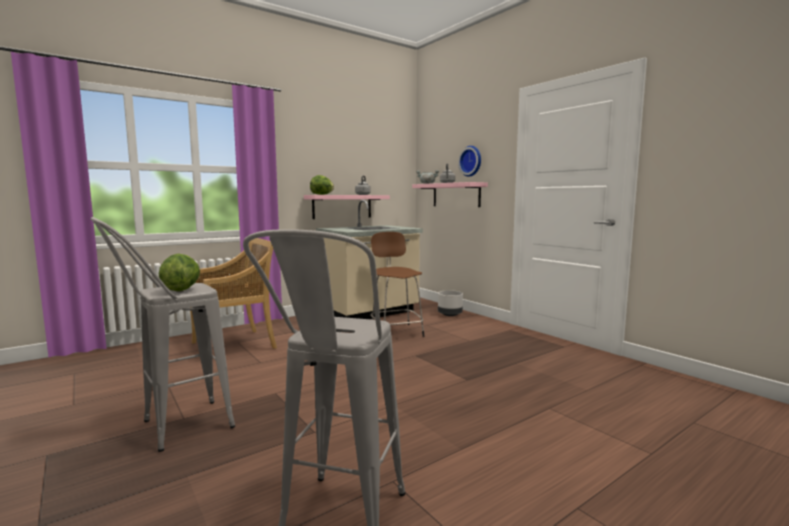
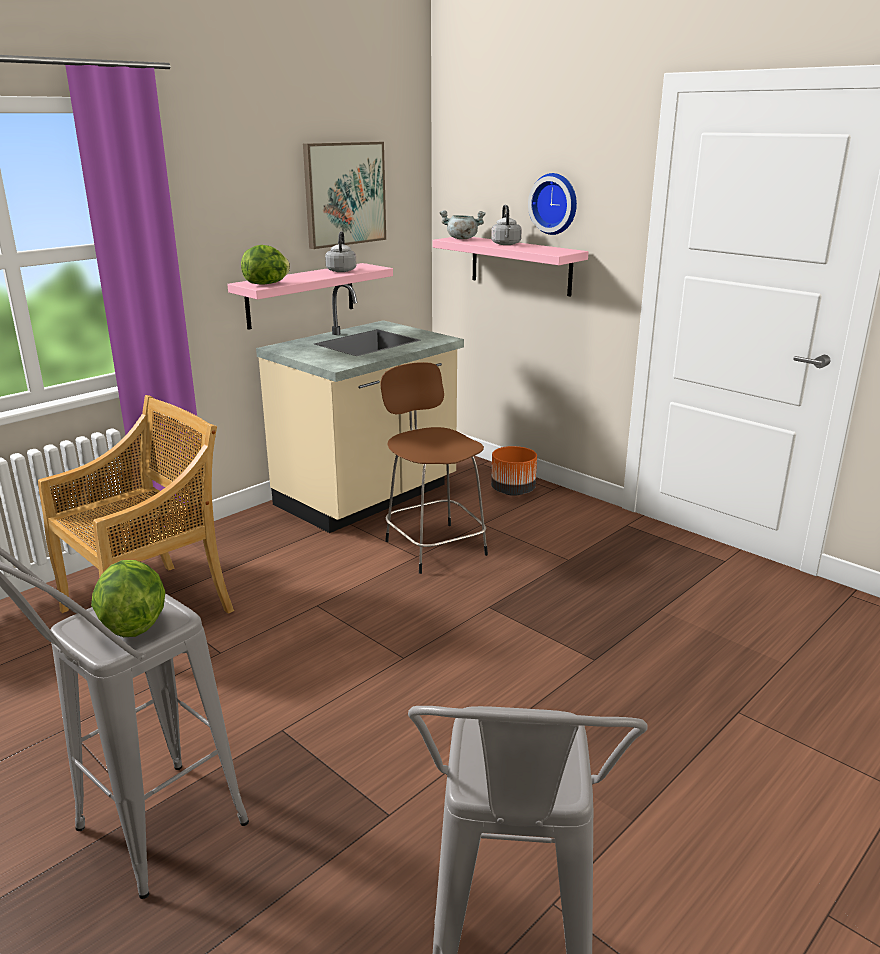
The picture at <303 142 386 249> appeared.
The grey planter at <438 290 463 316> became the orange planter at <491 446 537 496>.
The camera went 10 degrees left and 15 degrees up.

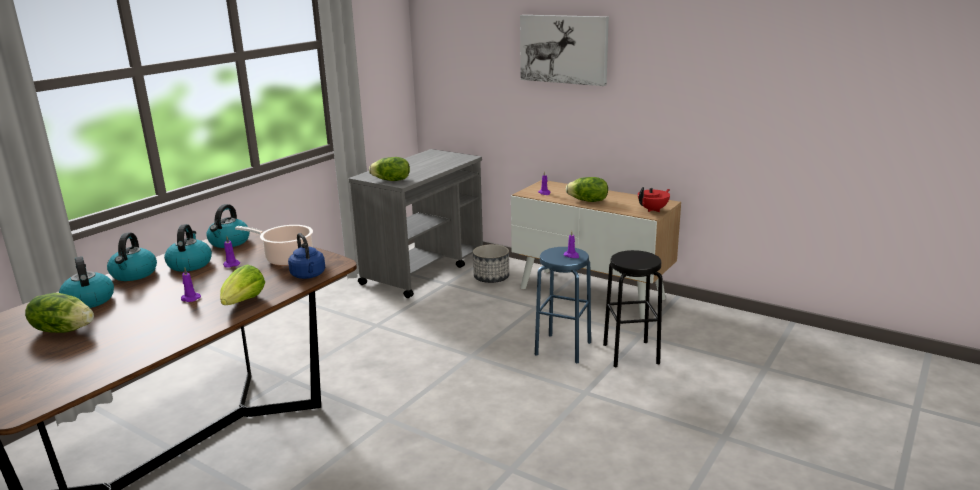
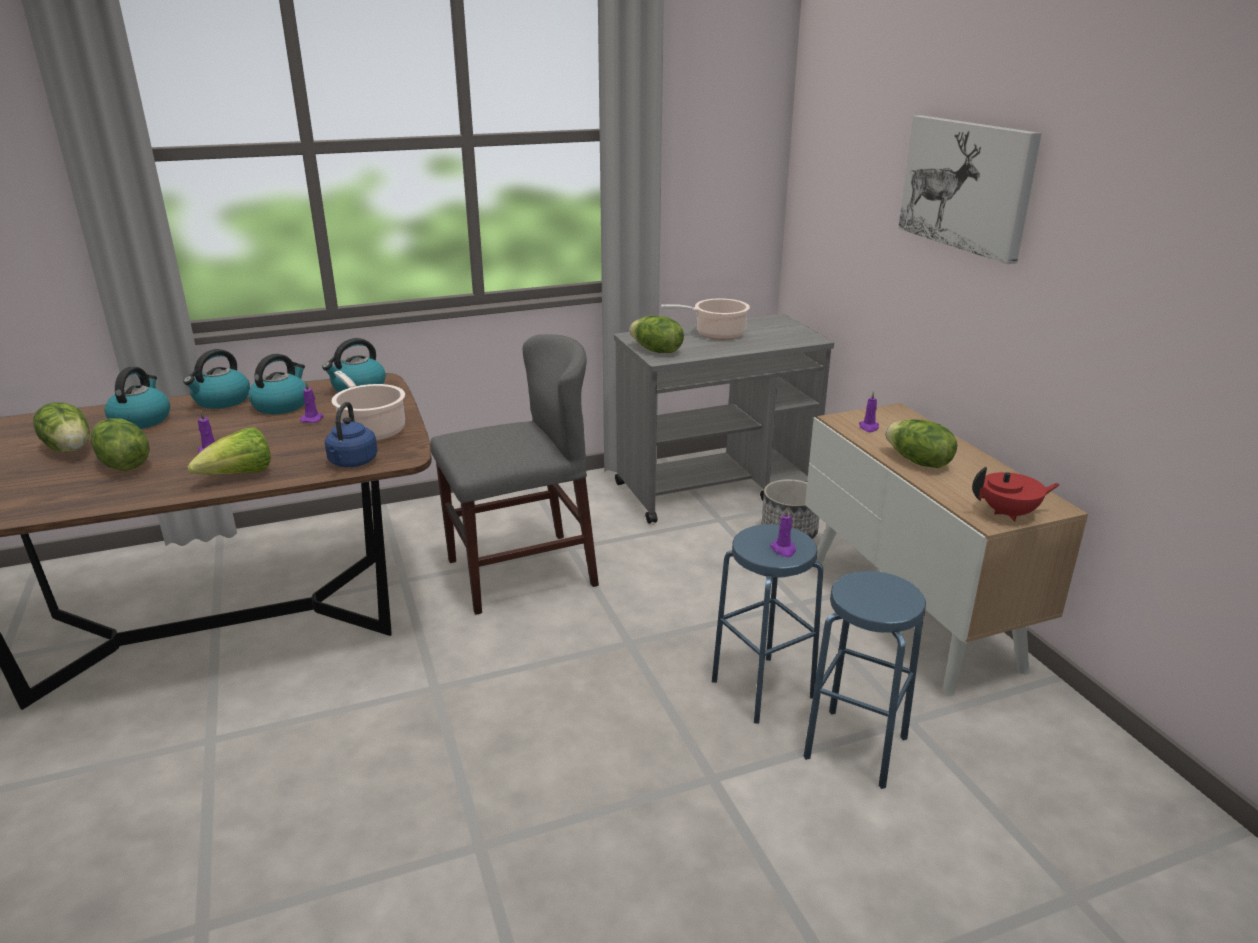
The lettuce at <91 418 150 471> appeared.
The grey chair at <430 334 599 615> appeared.
The cooking pot at <661 298 750 340> appeared.
The black-coloured stool at <603 250 662 368> became the blue stool at <804 571 926 789>.
The camera went 35 degrees right and 5 degrees up.

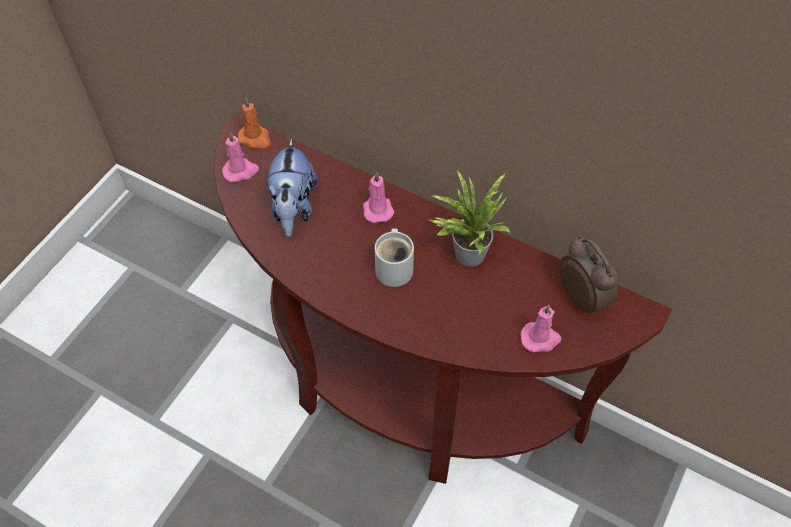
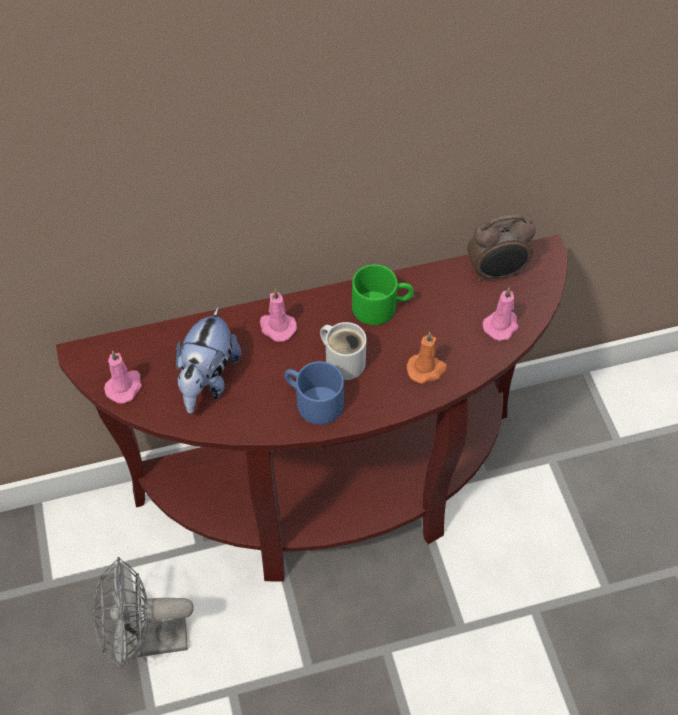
The grey cooling fan at <93 557 194 669> appeared.
The cuddly toy at <266 138 318 237> turned 60 degrees clockwise.
The blue coffee mug at <284 361 344 425> appeared.
The plant in a pot at <430 170 511 267> was replaced by the greenish coffee mug at <352 264 414 325>.
The orange wax candle moved from <238 98 271 148> to <406 332 447 384>.
The alarm clock at <560 234 619 315> turned 150 degrees clockwise.
The camera went 45 degrees left and 0 degrees up.

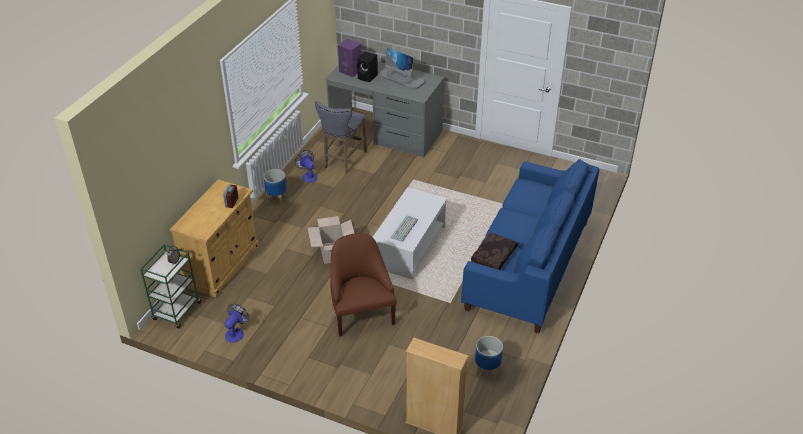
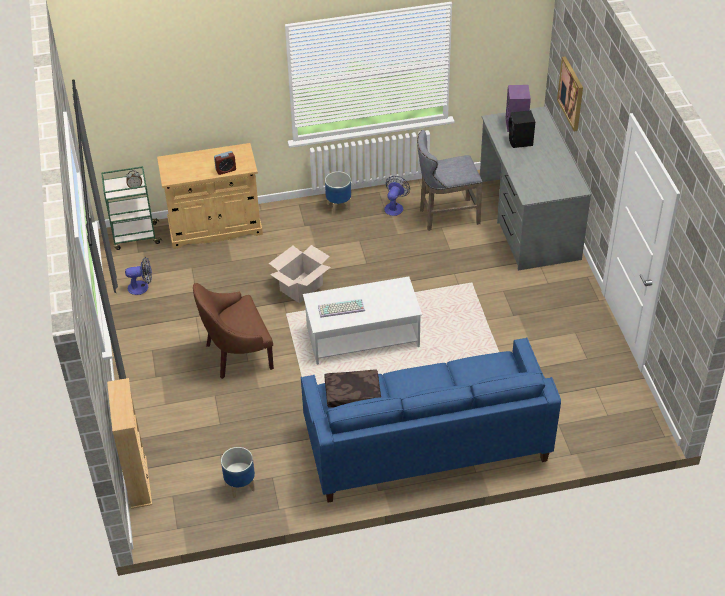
The brown lounge chair at <330 233 397 337> turned 150 degrees counterclockwise.
The picture at <557 56 583 131> appeared.
The monitor at <379 48 424 90> disappeared.
The camera went 55 degrees right and 5 degrees up.

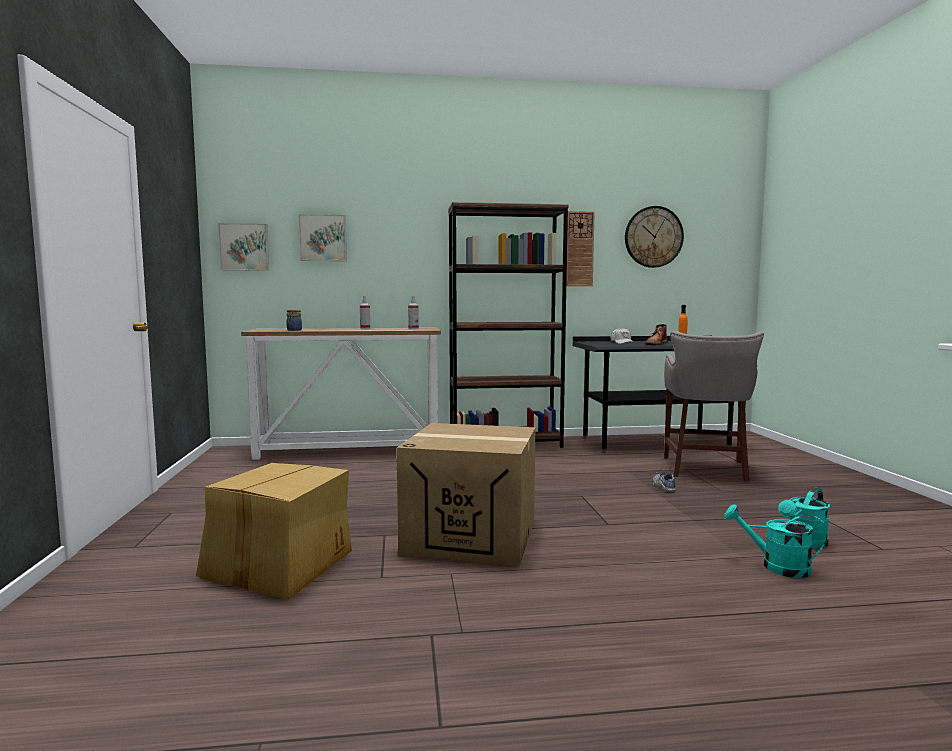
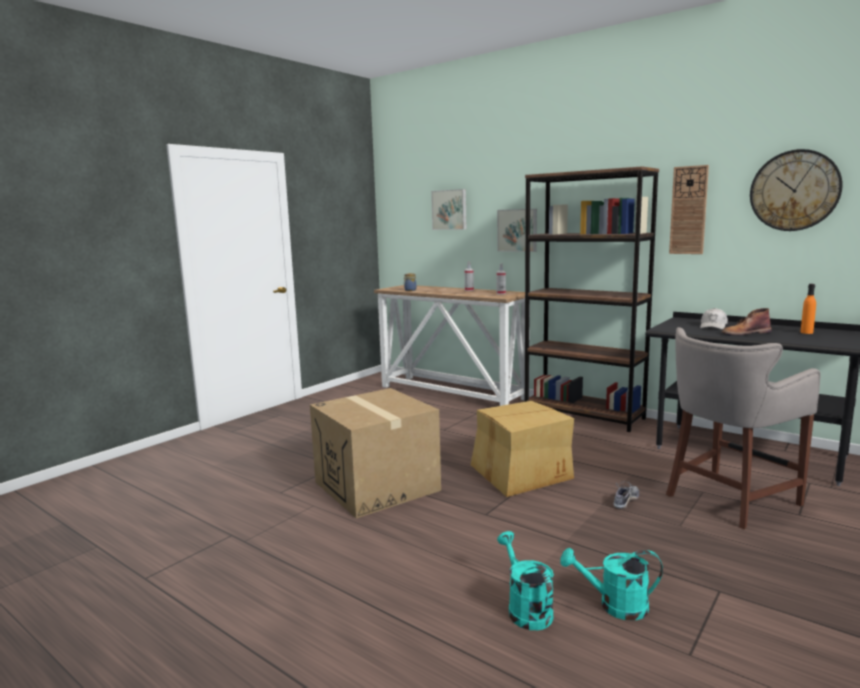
The cardboard box moved from <196 463 352 600> to <471 401 574 497>.
The picture moved from <218 223 269 271> to <497 209 537 252>.
The camera went 45 degrees right and 5 degrees up.

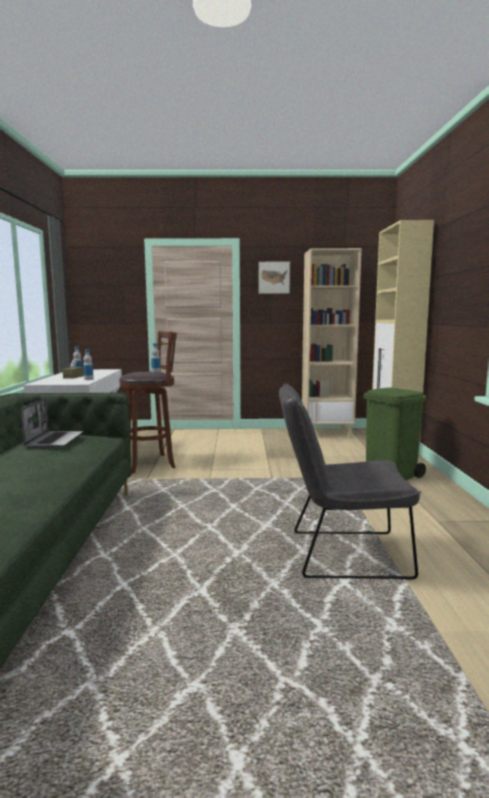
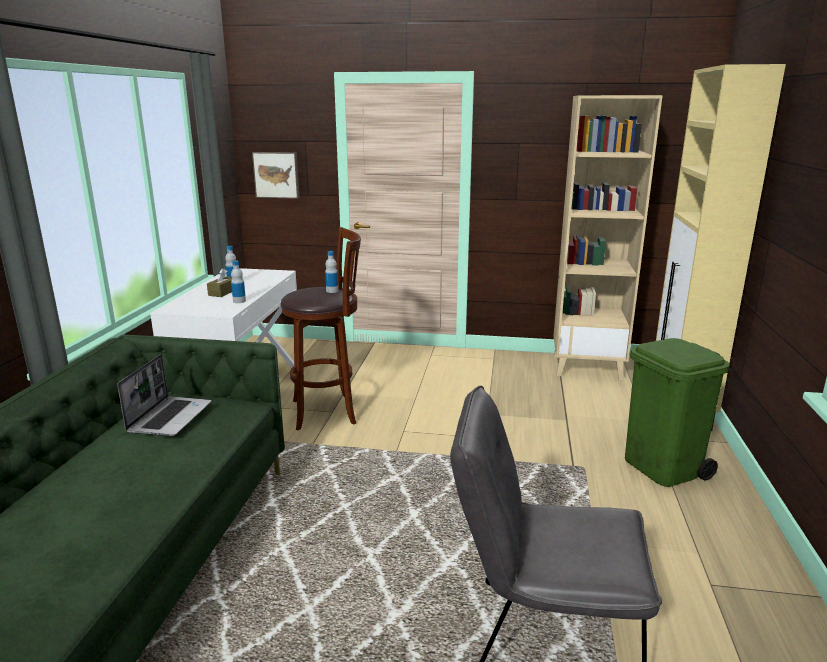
The picture moved from <258 261 290 294> to <252 152 300 199>.
The camera went 10 degrees right and 10 degrees up.

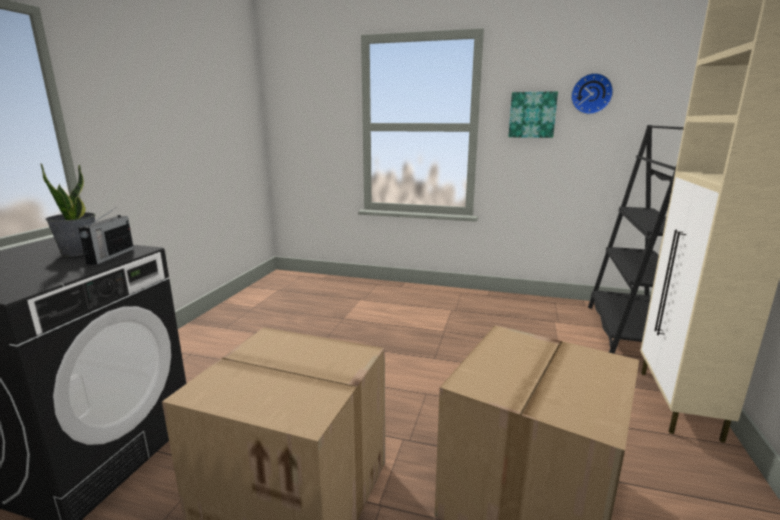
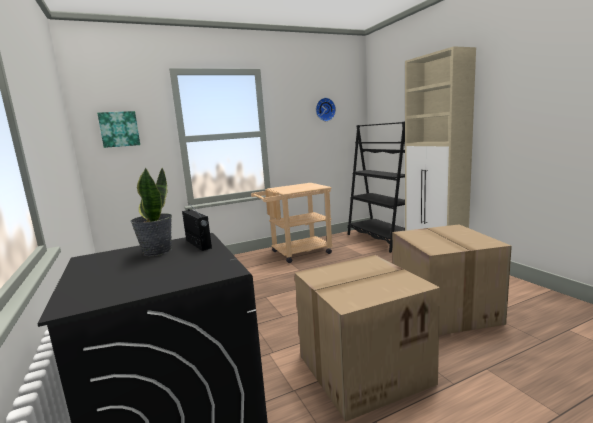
The picture moved from <508 91 558 138> to <97 111 140 148>.
The beige-coloured trolley at <251 183 333 263> appeared.
The camera went 40 degrees left and 5 degrees down.

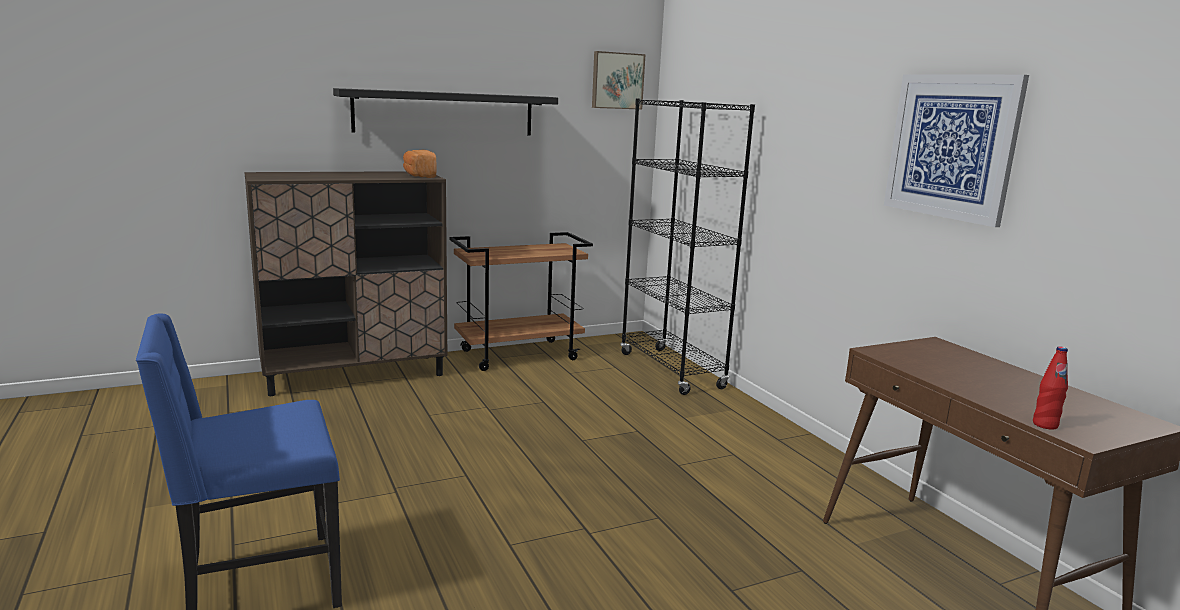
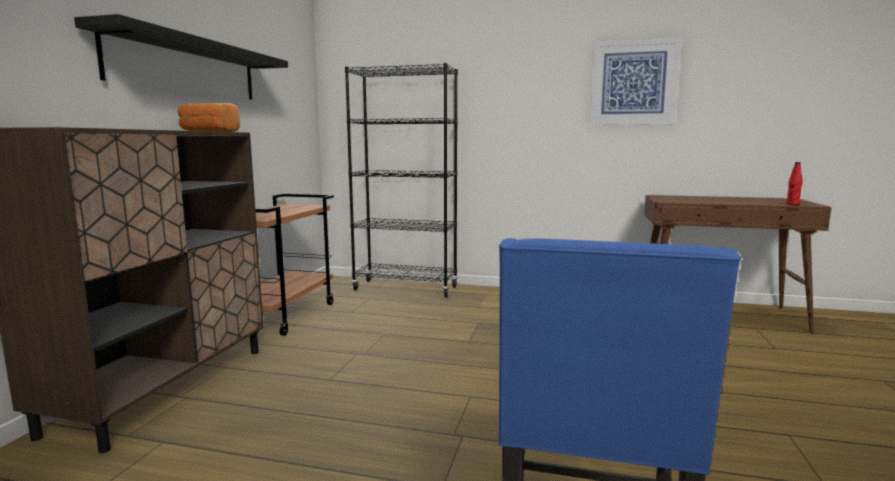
The picture at <592 51 646 110> disappeared.
The camera went 50 degrees left and 5 degrees down.

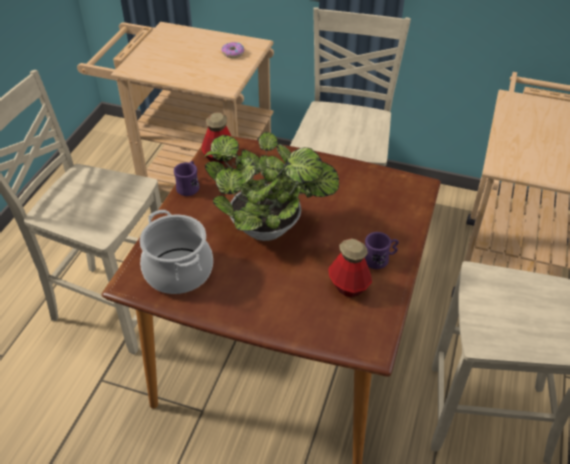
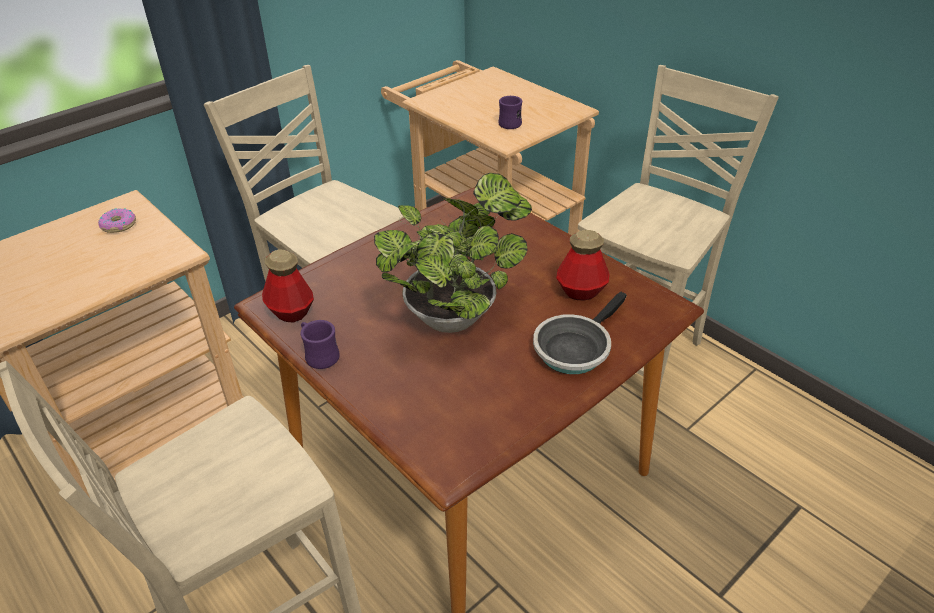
The purple coffee mug moved from <365 232 399 269> to <498 96 522 129>.
The skillet at <533 292 627 374> appeared.
The cooking pot at <140 210 213 294> disappeared.
The camera went 60 degrees left and 5 degrees down.

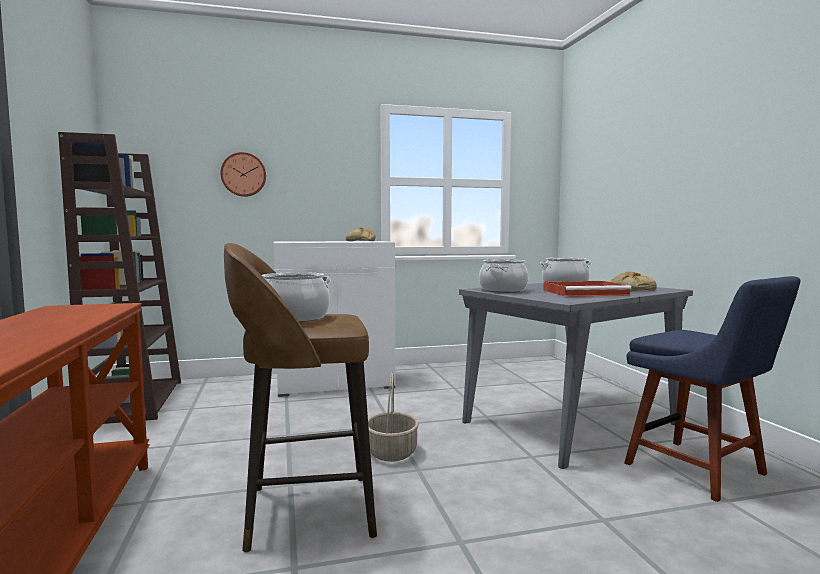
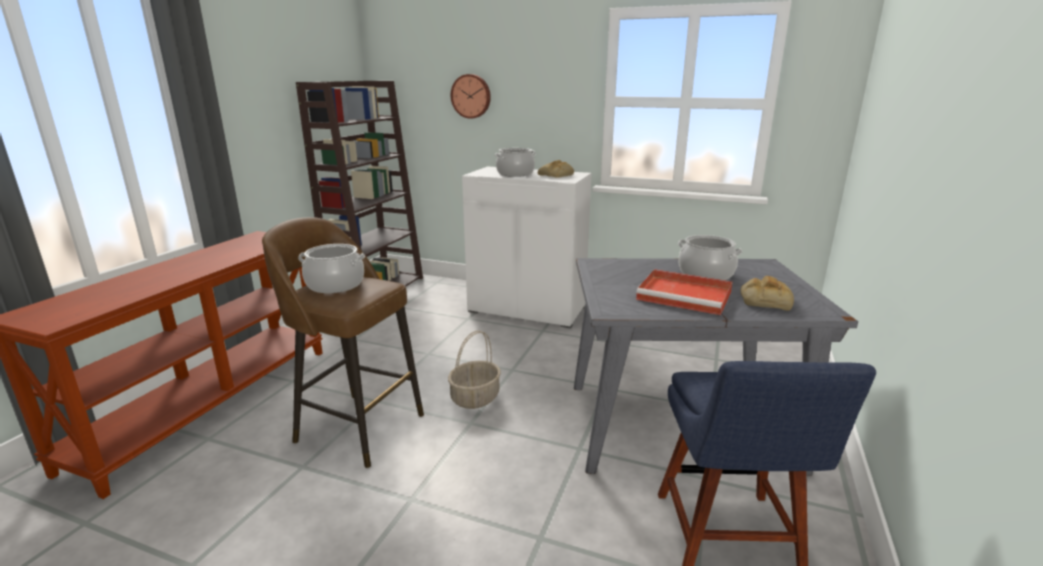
The cooking pot moved from <479 260 528 292> to <495 148 536 177>.
The camera went 35 degrees right and 15 degrees up.

